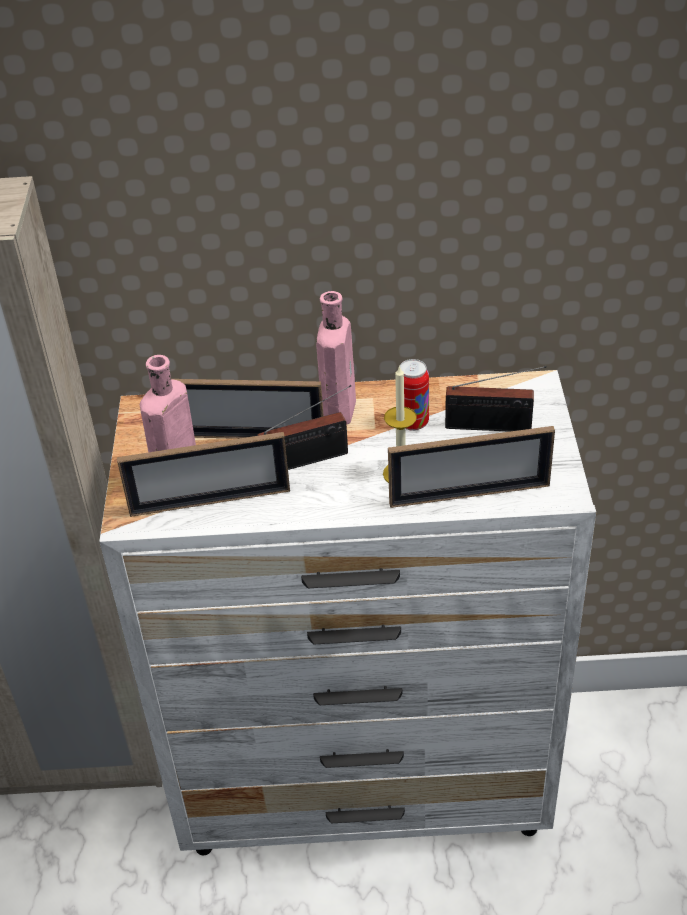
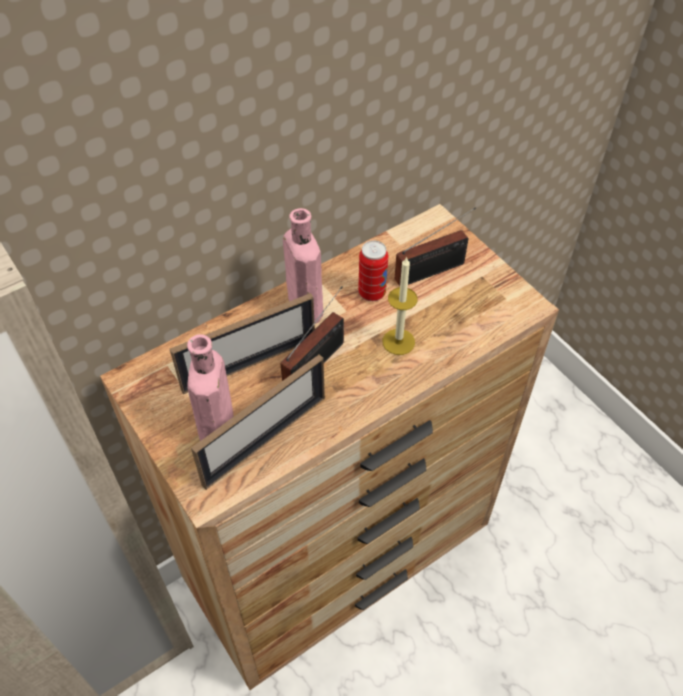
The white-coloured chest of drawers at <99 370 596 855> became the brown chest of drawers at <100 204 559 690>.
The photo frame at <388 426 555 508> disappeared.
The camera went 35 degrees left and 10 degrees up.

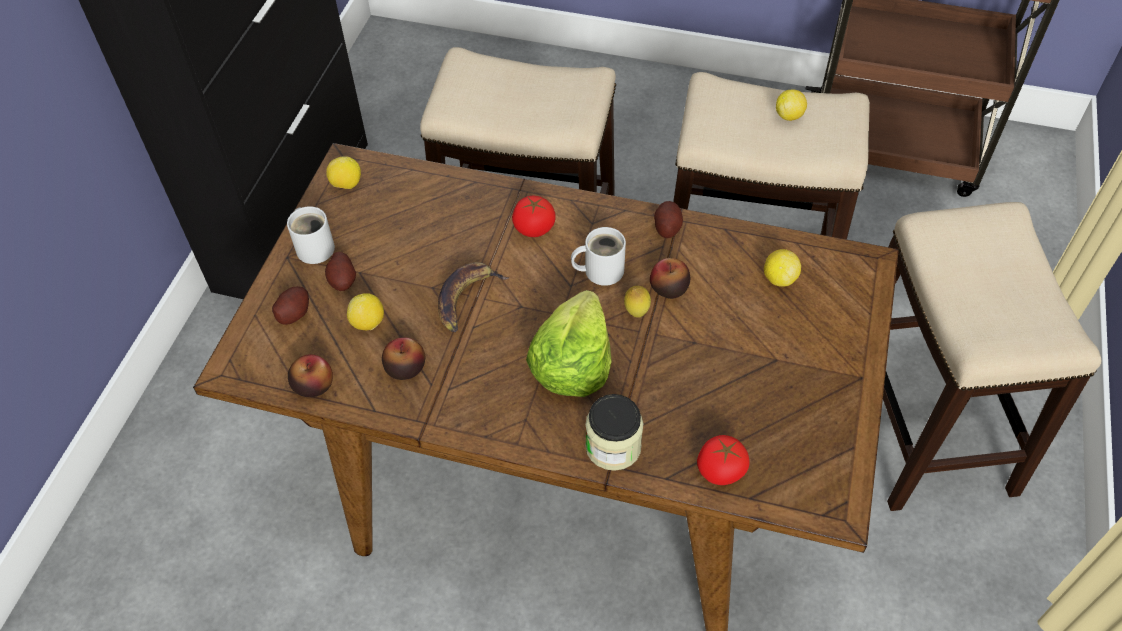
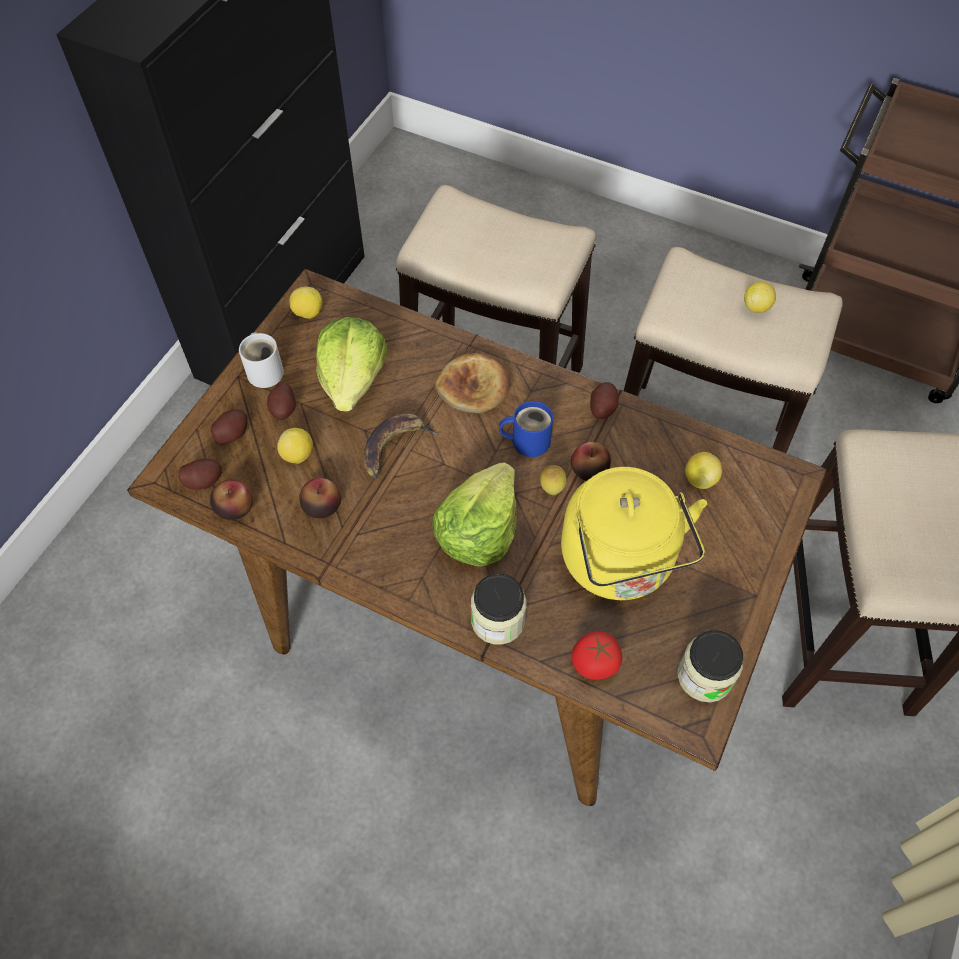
The whole potato at <178 459 222 490> appeared.
The lettuce at <316 317 387 411> appeared.
The whole tomato at <512 196 556 237> was replaced by the baked bread at <435 353 510 413>.
The white-coloured coffee mug at <571 227 626 286> became the blue coffee mug at <499 401 553 457>.
The yellow tea kettle at <561 467 707 600> appeared.
The jar at <678 630 743 702> appeared.
The camera went 10 degrees right and 5 degrees up.

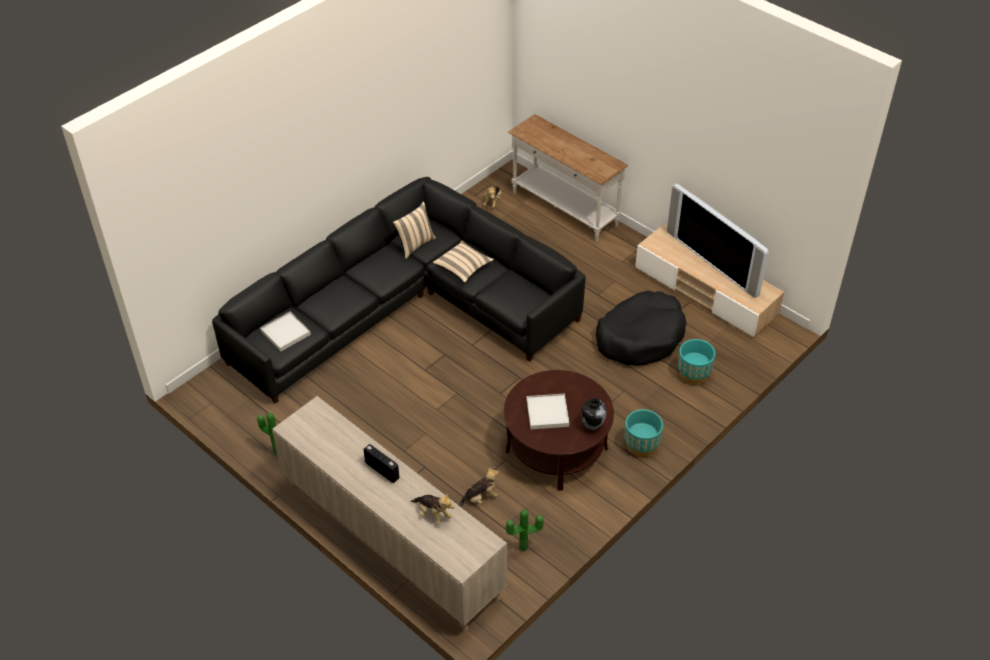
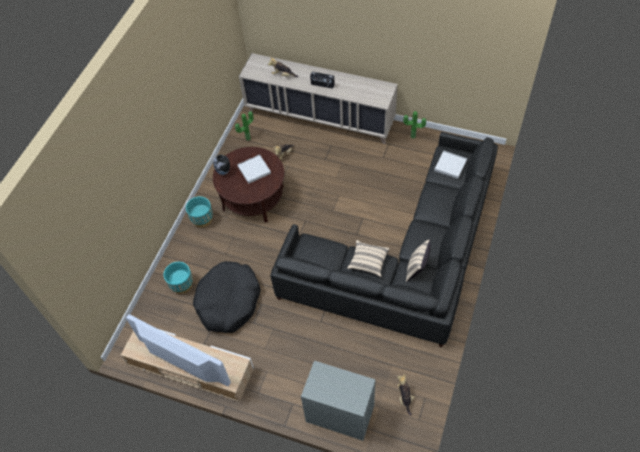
The white-coloured narrow table at <508 114 628 242> was replaced by the grey chest of drawers at <301 361 376 441>.
The camera went 160 degrees right and 10 degrees up.

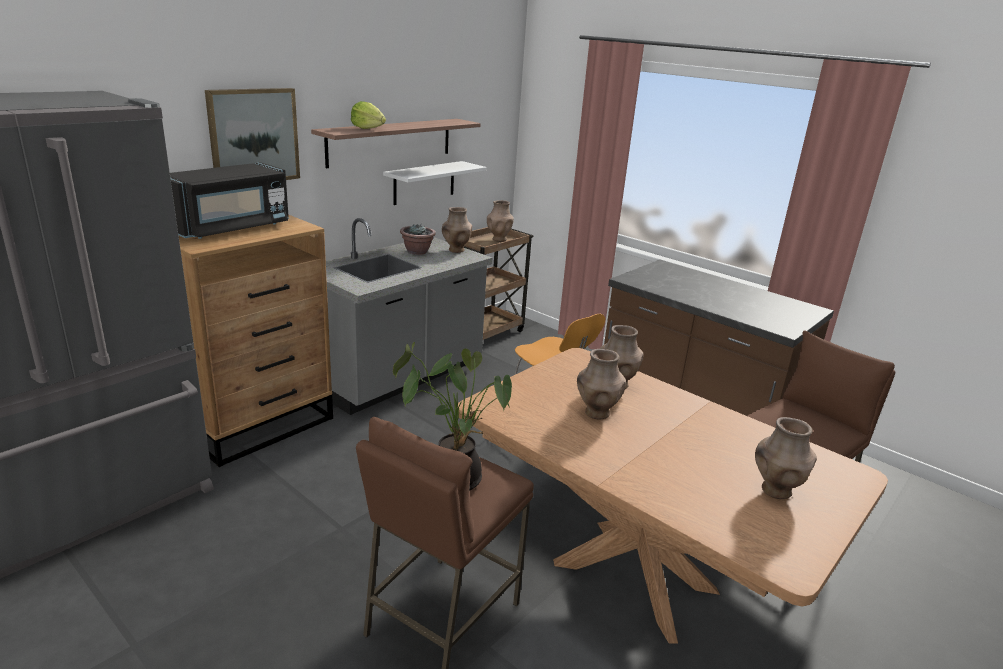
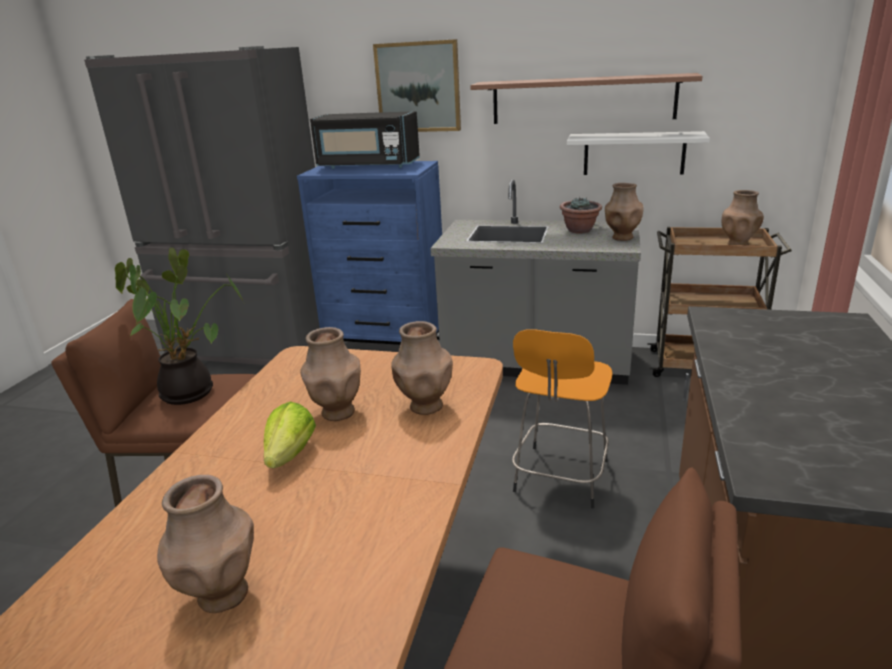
The lettuce moved from <351 101 386 129> to <264 402 316 468>.
The brown chest of drawers at <179 215 333 467> became the blue chest of drawers at <297 161 442 345>.
The camera went 65 degrees right and 0 degrees up.

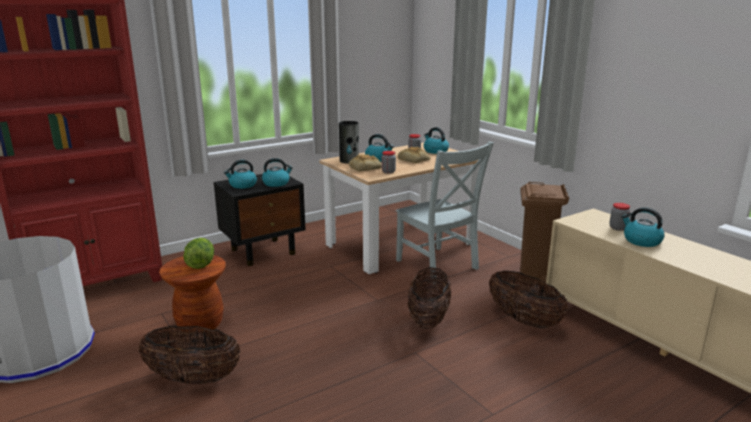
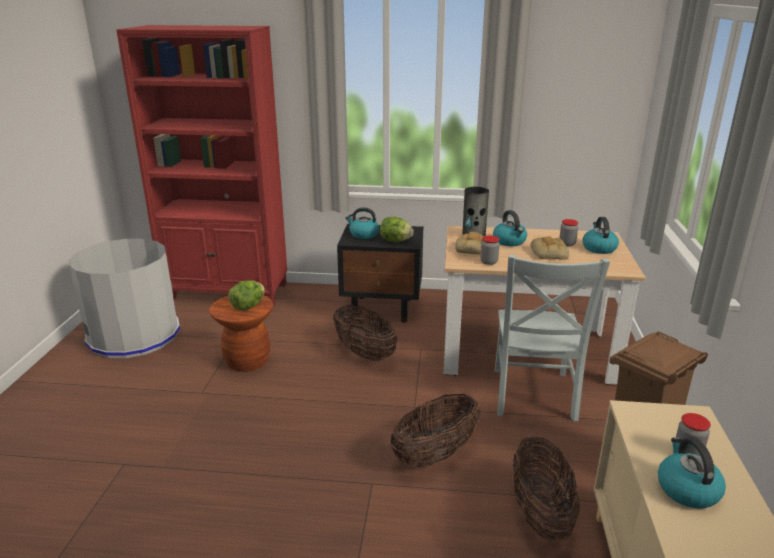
The basket moved from <138 326 241 384> to <333 305 397 361>.
The tea kettle at <262 158 293 187> was replaced by the lettuce at <380 217 414 242>.
The camera went 40 degrees right and 5 degrees up.

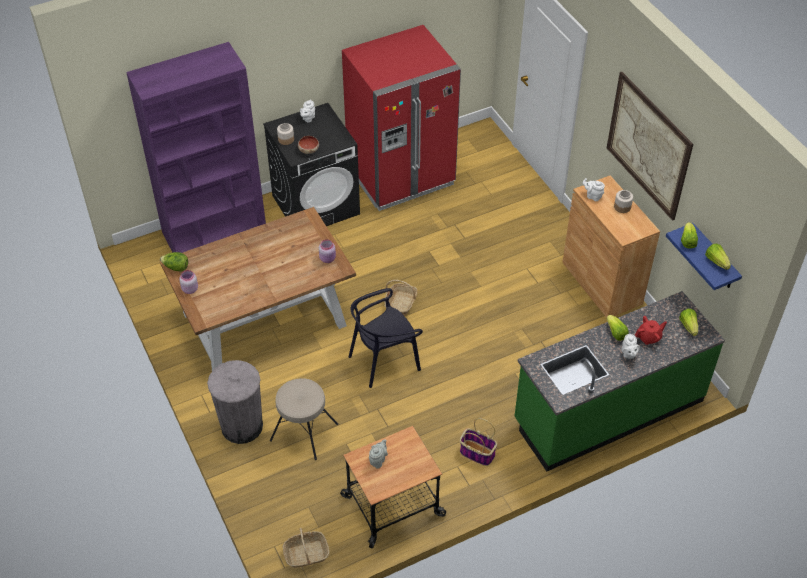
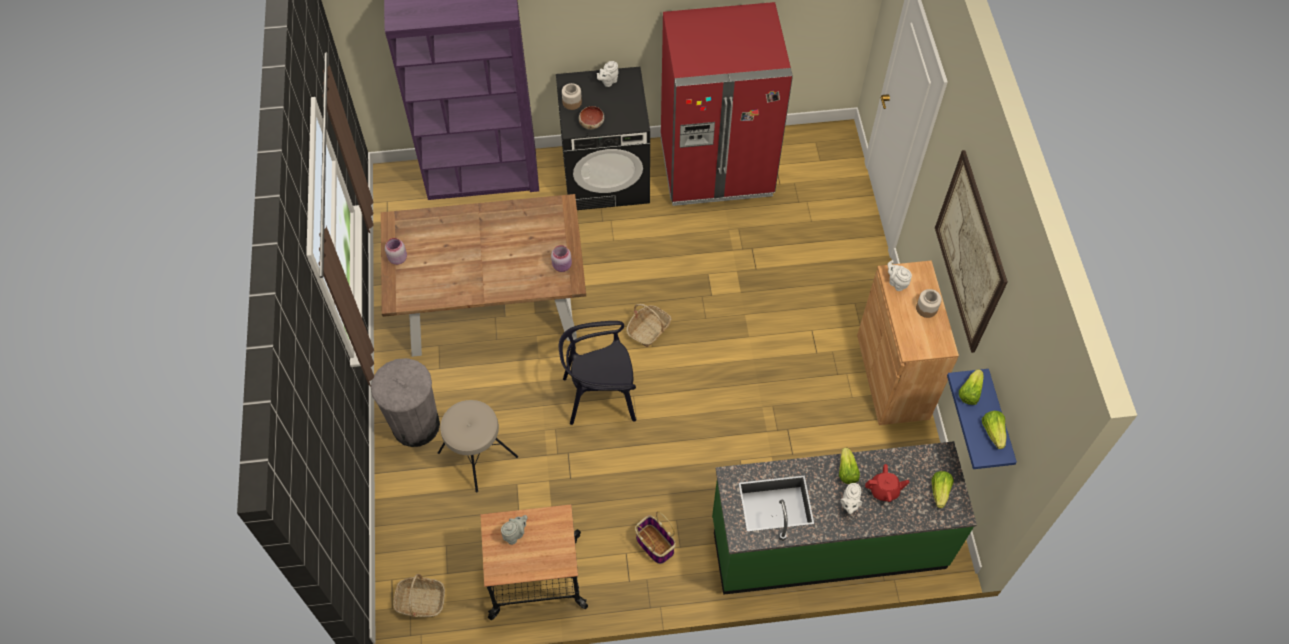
The lettuce at <160 252 188 271> disappeared.
The camera went 20 degrees right and 10 degrees up.

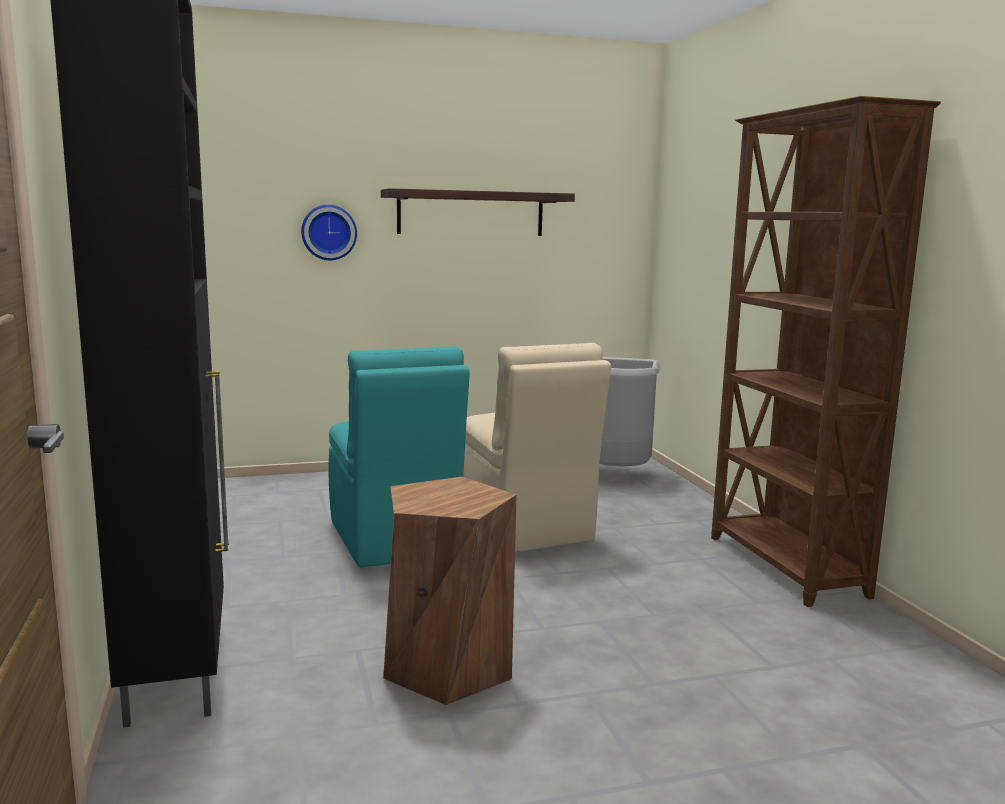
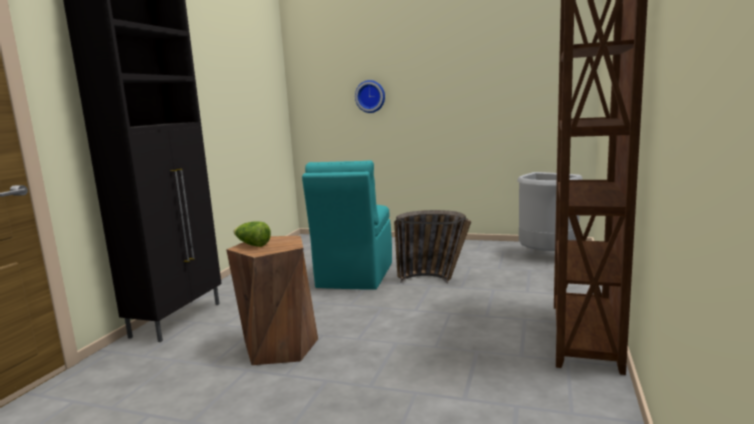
The lettuce at <234 221 271 247> appeared.
The beige-coloured chair at <464 343 611 552> was replaced by the basket at <394 210 471 284>.
The bracket shelf at <381 188 575 236> disappeared.
The camera went 35 degrees right and 0 degrees up.

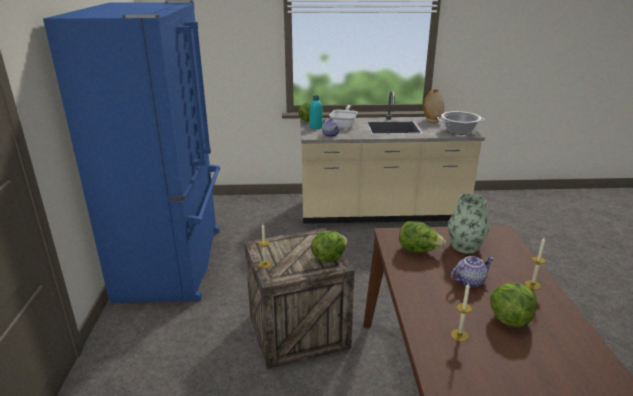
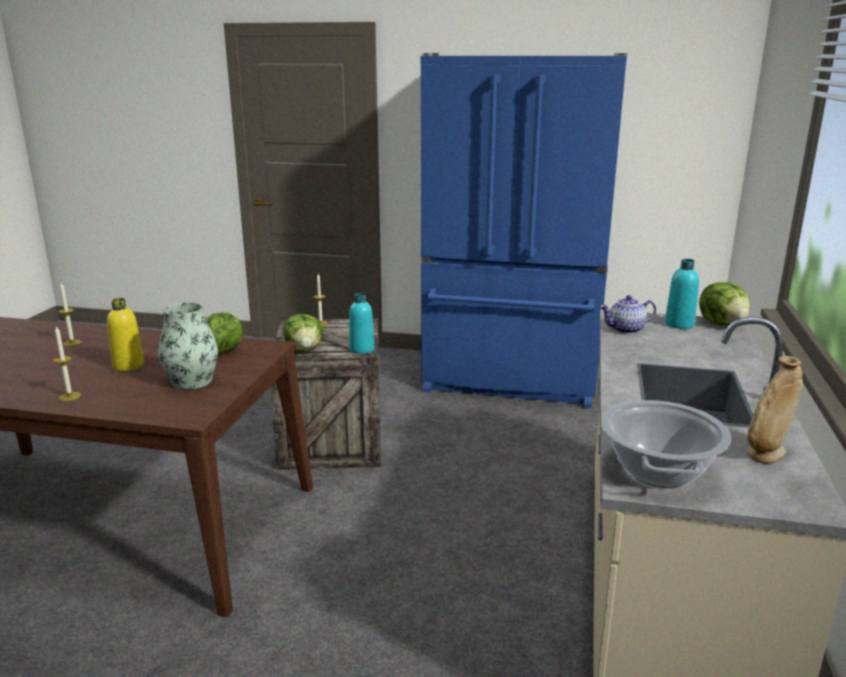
The teapot at <451 256 494 288> was replaced by the yellow drink bottle at <107 298 144 371>.
The turquoise drink bottle at <349 293 374 354> appeared.
The skillet at <329 105 358 128> disappeared.
The lettuce at <490 283 537 327> disappeared.
The camera went 105 degrees right and 5 degrees down.

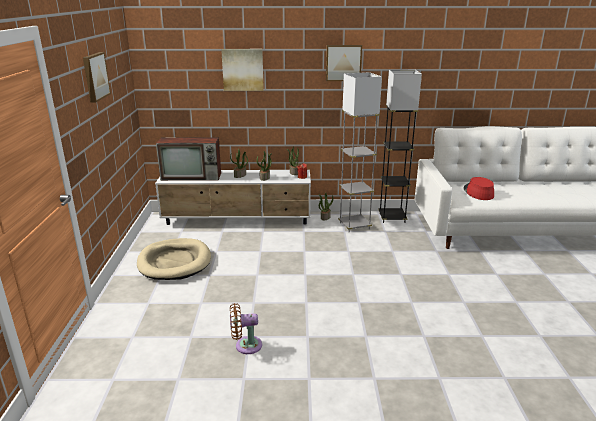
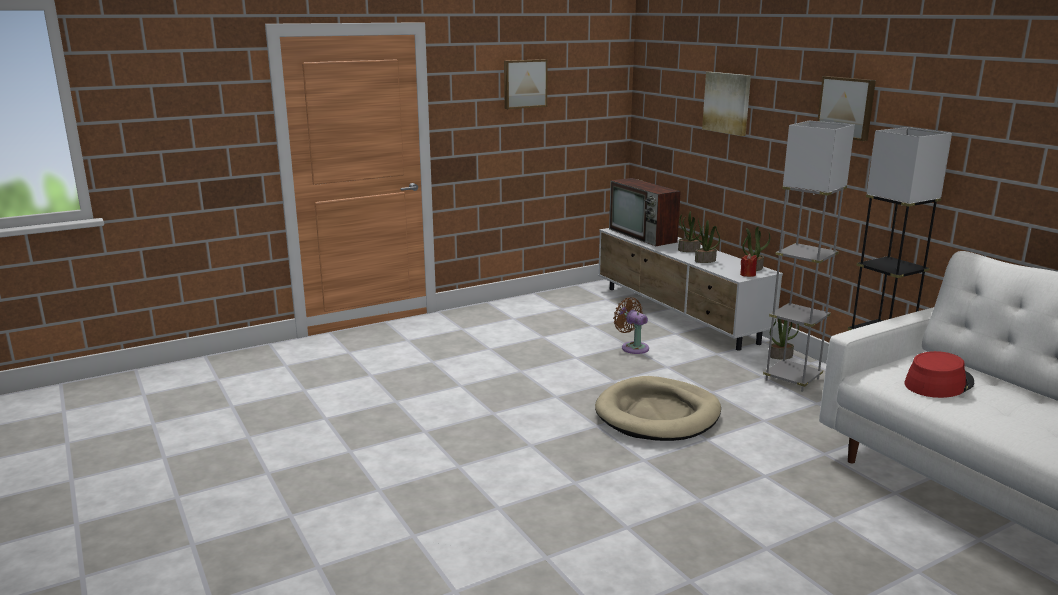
The beige-coloured pet bed moved from <137 238 211 280> to <595 376 721 441>.
The brown cooling fan moved from <230 303 262 354> to <613 297 649 354>.
The camera went 60 degrees right and 5 degrees down.

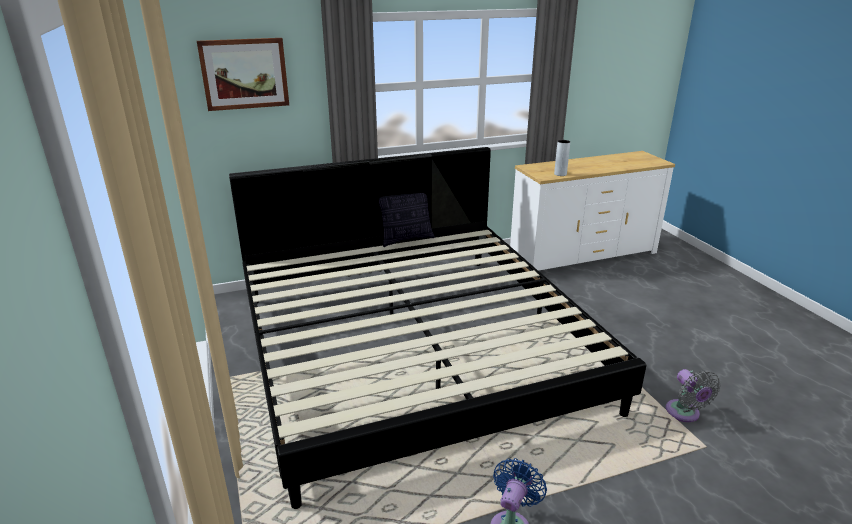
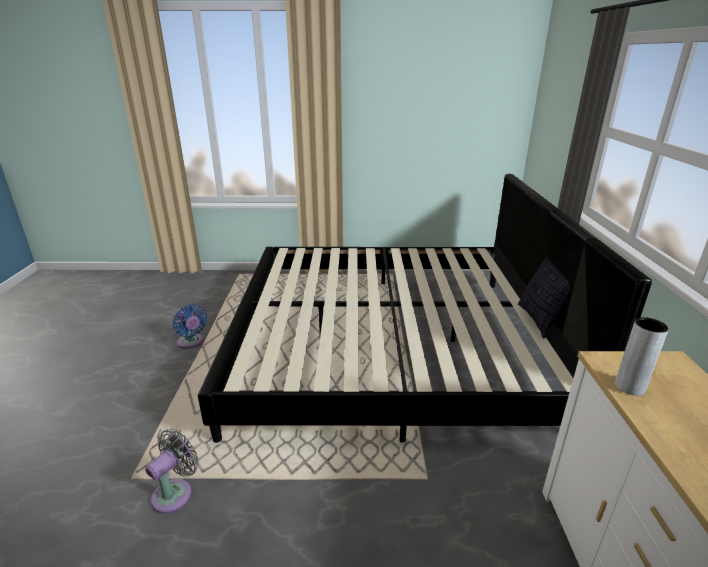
The grey cooling fan at <665 369 721 422> turned 120 degrees clockwise.
The picture at <197 38 289 111> disappeared.
The camera went 110 degrees right and 0 degrees up.

